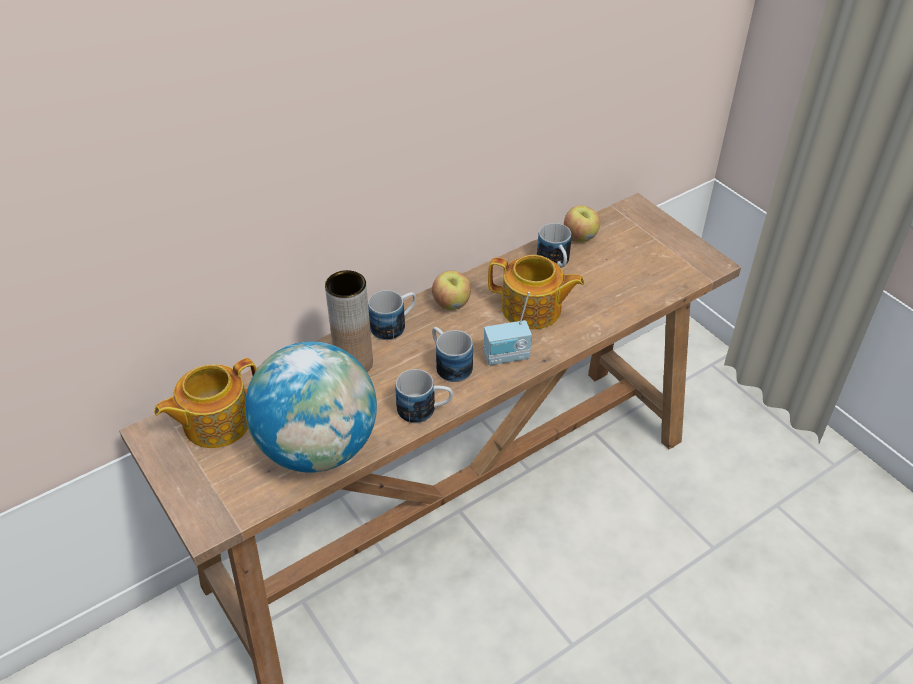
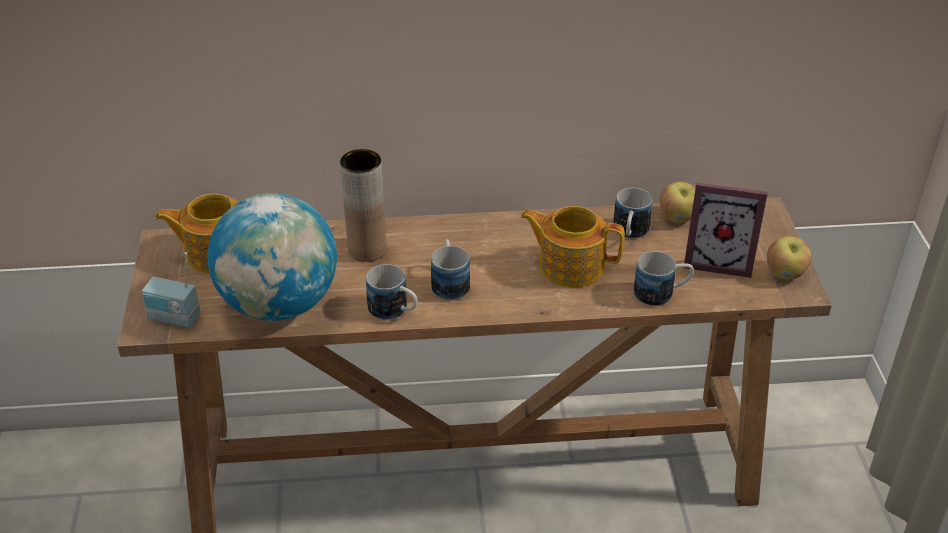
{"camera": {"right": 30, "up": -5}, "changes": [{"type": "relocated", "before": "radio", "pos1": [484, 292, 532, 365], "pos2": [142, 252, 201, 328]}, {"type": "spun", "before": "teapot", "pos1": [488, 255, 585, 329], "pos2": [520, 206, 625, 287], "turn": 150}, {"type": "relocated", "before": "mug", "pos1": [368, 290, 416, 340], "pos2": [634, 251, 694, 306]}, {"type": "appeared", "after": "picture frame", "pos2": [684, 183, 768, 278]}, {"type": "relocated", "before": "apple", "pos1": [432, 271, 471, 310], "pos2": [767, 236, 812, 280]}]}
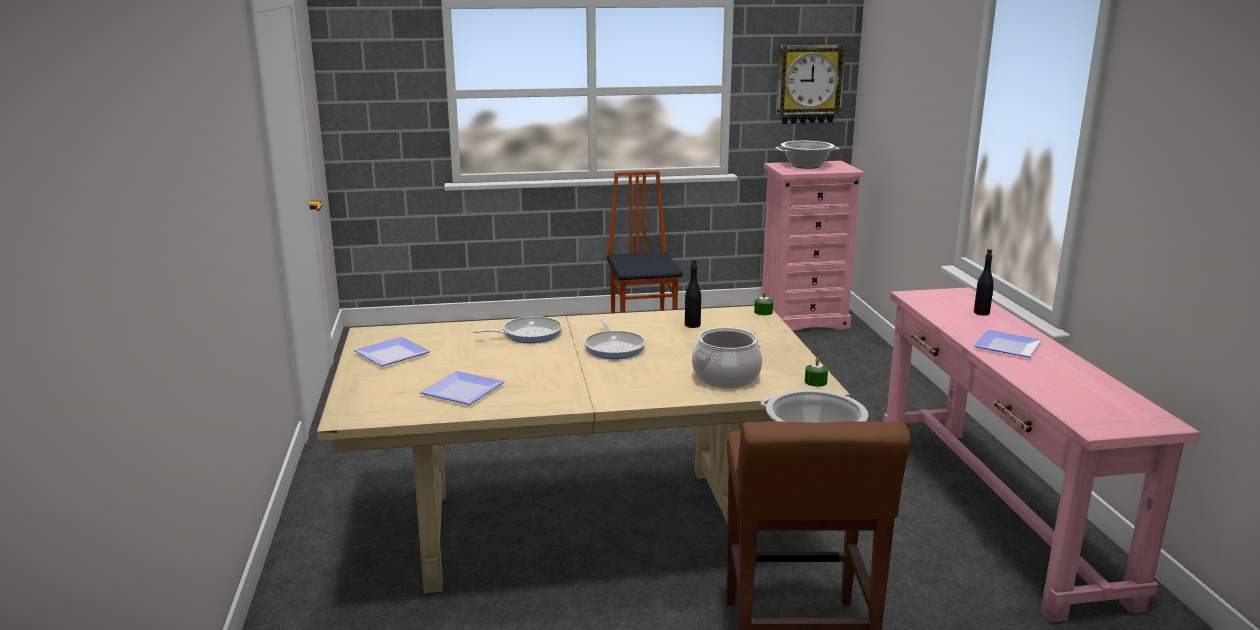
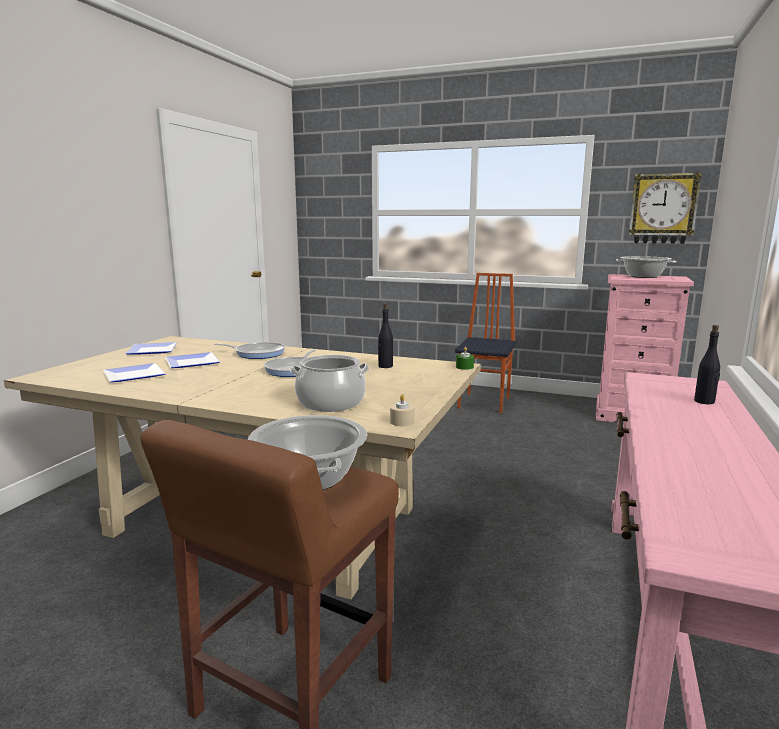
{"camera": {"right": 30, "up": -5}, "changes": [{"type": "relocated", "before": "plate", "pos1": [973, 330, 1042, 358], "pos2": [165, 352, 220, 368]}, {"type": "colour", "before": "candle (green)", "after": "candle (beige)", "pos1": [805, 357, 828, 387], "pos2": [390, 394, 414, 426]}]}
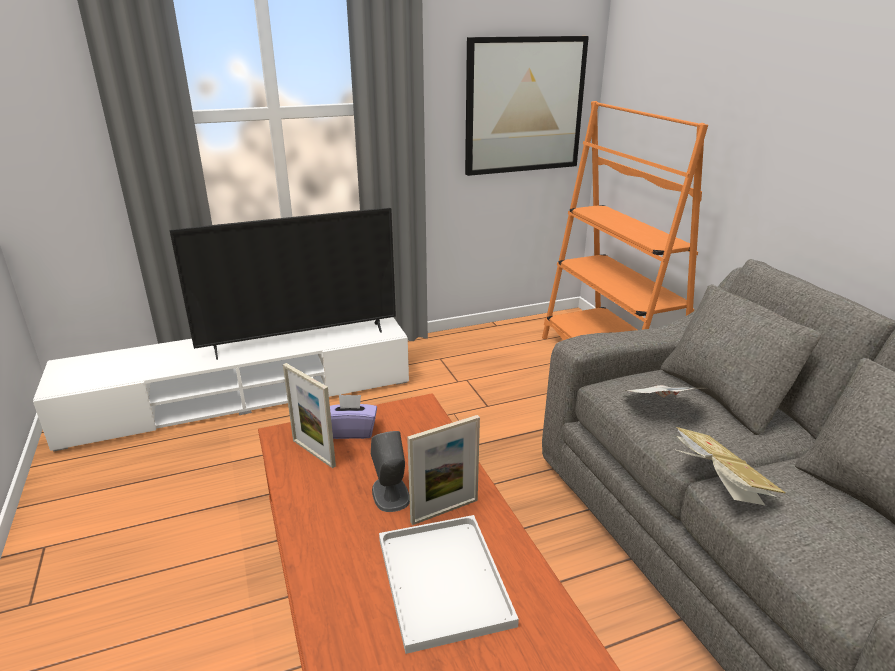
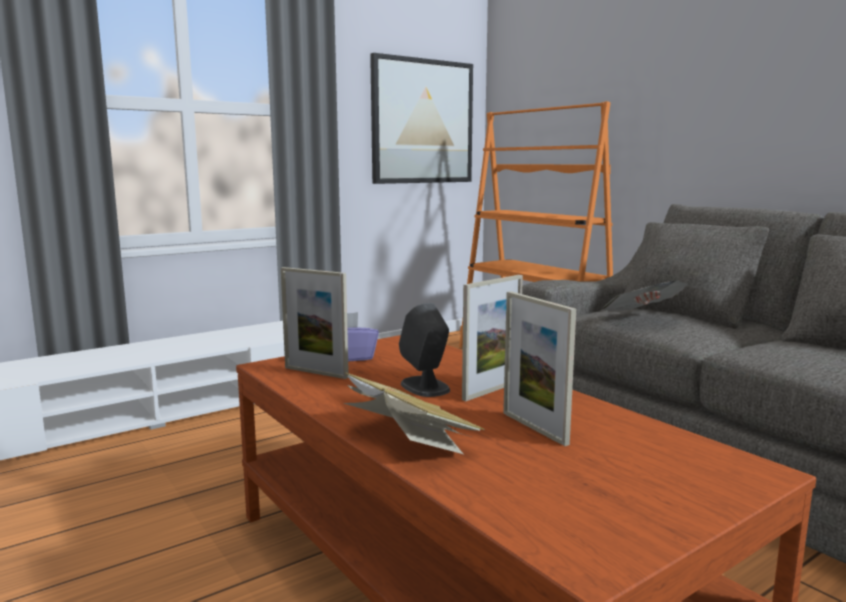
{"camera": {"right": -15, "up": -15}, "changes": [{"type": "relocated", "before": "book", "pos1": [674, 427, 785, 506], "pos2": [343, 372, 484, 454]}, {"type": "exchanged", "before": "tray (white)", "after": "picture frame", "pos1": [379, 515, 519, 654], "pos2": [503, 291, 576, 446]}, {"type": "missing", "before": "television", "pos1": [170, 208, 396, 360]}]}
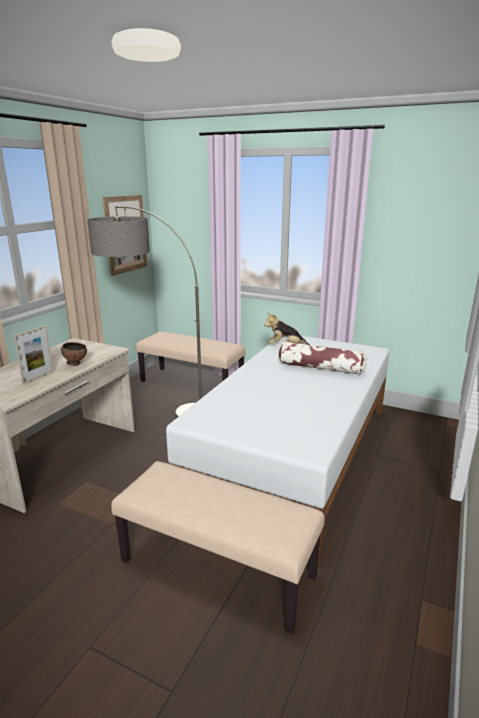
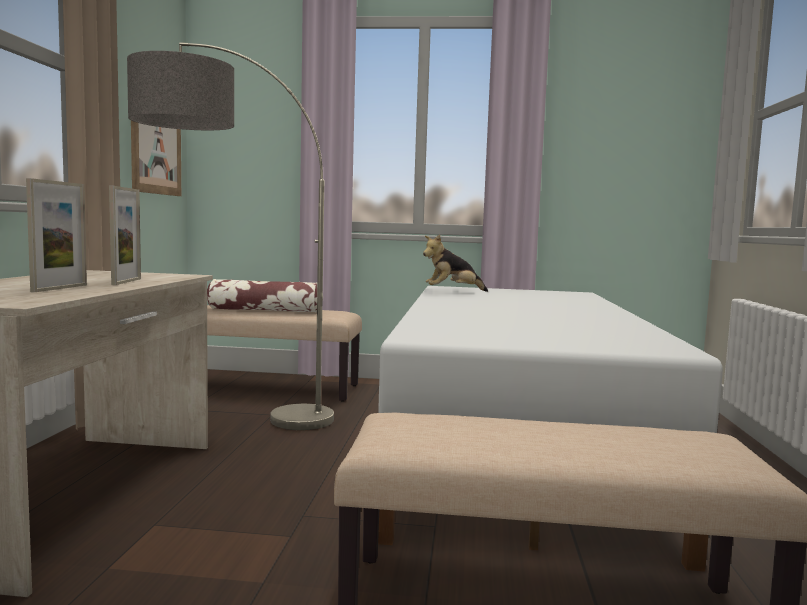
{"camera": {"right": -20, "up": -15}, "changes": [{"type": "exchanged", "before": "bowl (brown)", "after": "picture frame", "pos1": [61, 342, 87, 366], "pos2": [109, 186, 141, 285]}, {"type": "relocated", "before": "pillow", "pos1": [279, 342, 367, 375], "pos2": [207, 279, 323, 313]}]}
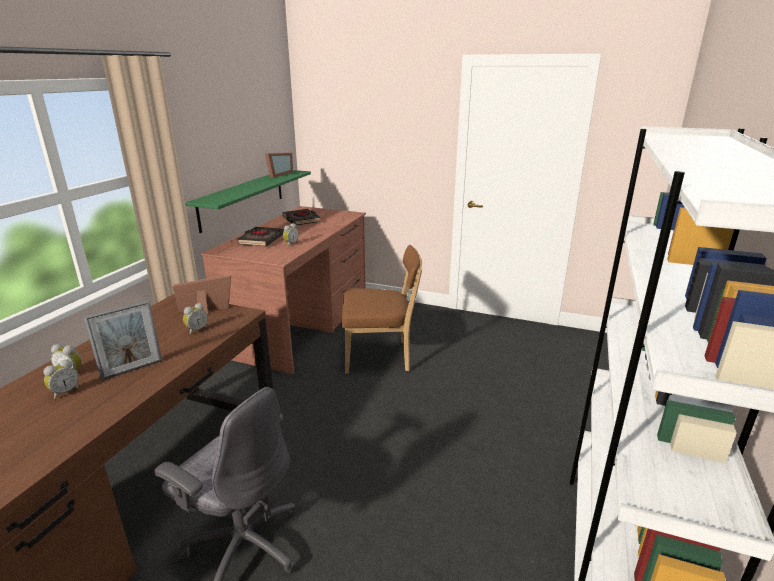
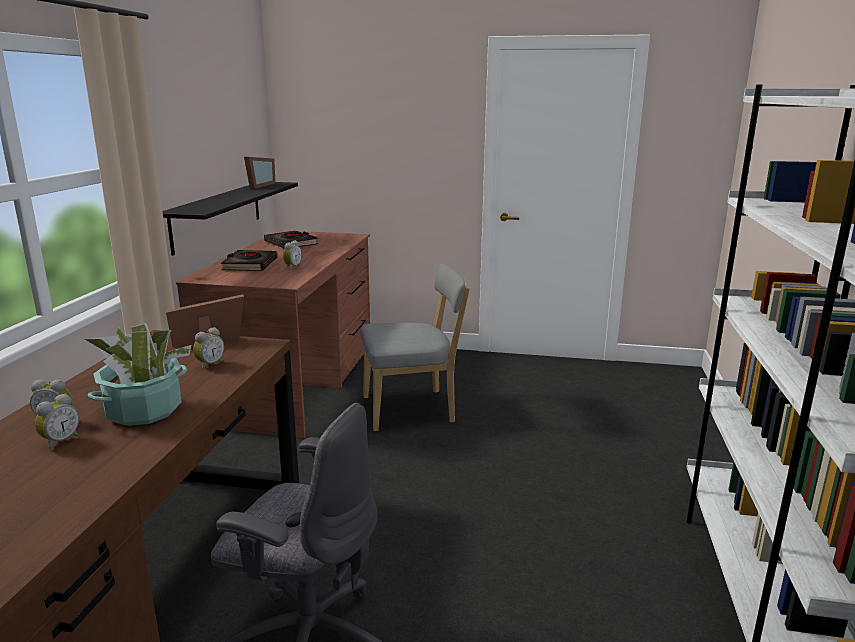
{"camera": {"right": -10, "up": -5}, "changes": [{"type": "exchanged", "before": "picture frame", "after": "potted plant", "pos1": [83, 300, 162, 381], "pos2": [85, 323, 191, 426]}, {"type": "colour", "before": "shelf (green)", "after": "shelf (black)", "pos1": [185, 170, 311, 233], "pos2": [162, 182, 298, 256]}, {"type": "colour", "before": "chair (brown)", "after": "chair (grey)", "pos1": [342, 245, 422, 373], "pos2": [360, 264, 470, 432]}]}
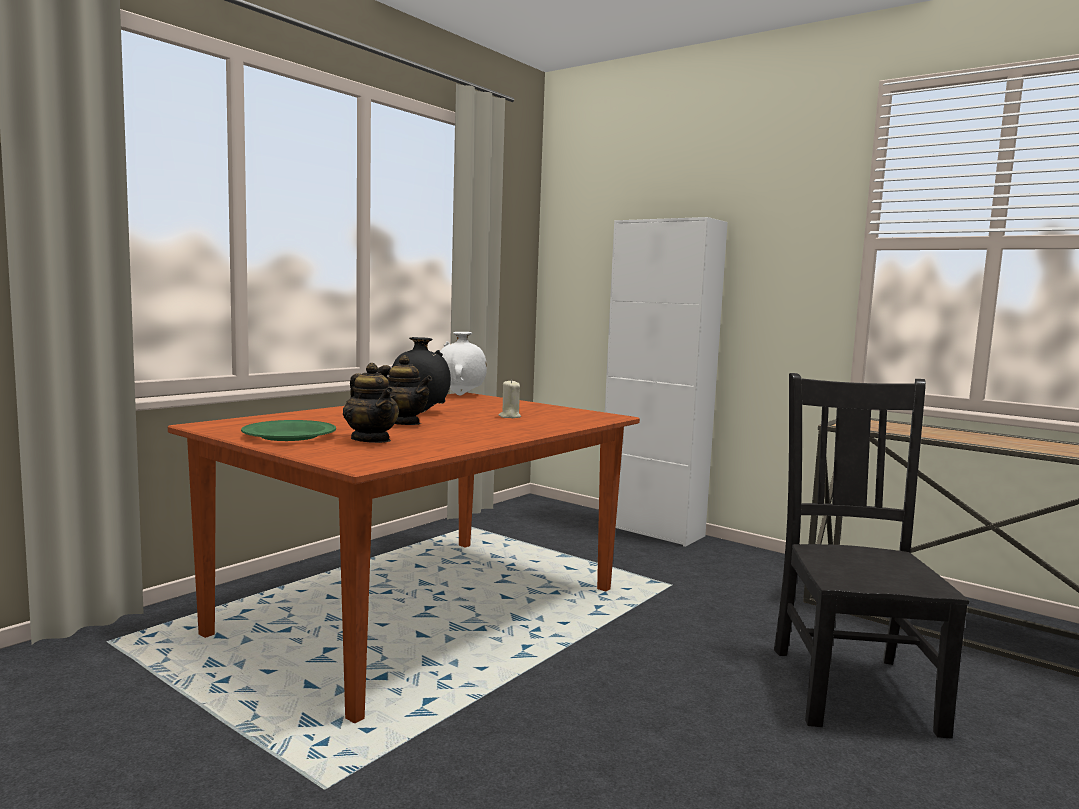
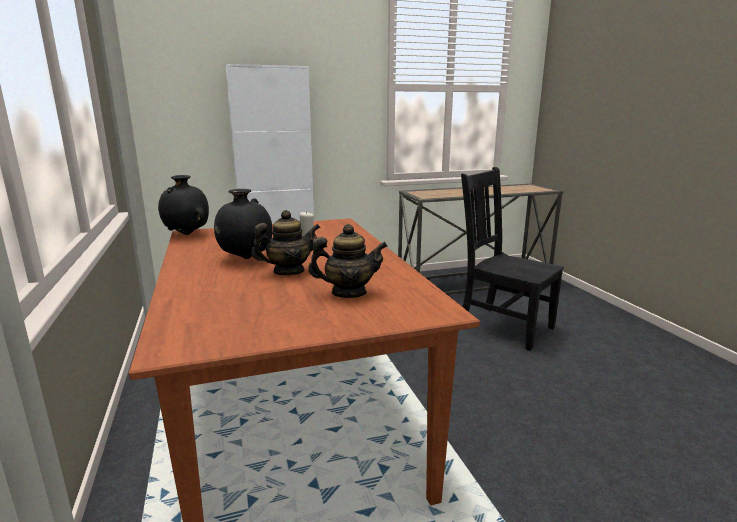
{"camera": {"right": -55, "up": 10}, "changes": [{"type": "colour", "before": "vase (white)", "after": "vase (black)", "pos1": [440, 332, 487, 395], "pos2": [158, 175, 209, 235]}, {"type": "missing", "before": "plate (green)", "pos1": [241, 420, 336, 441]}]}
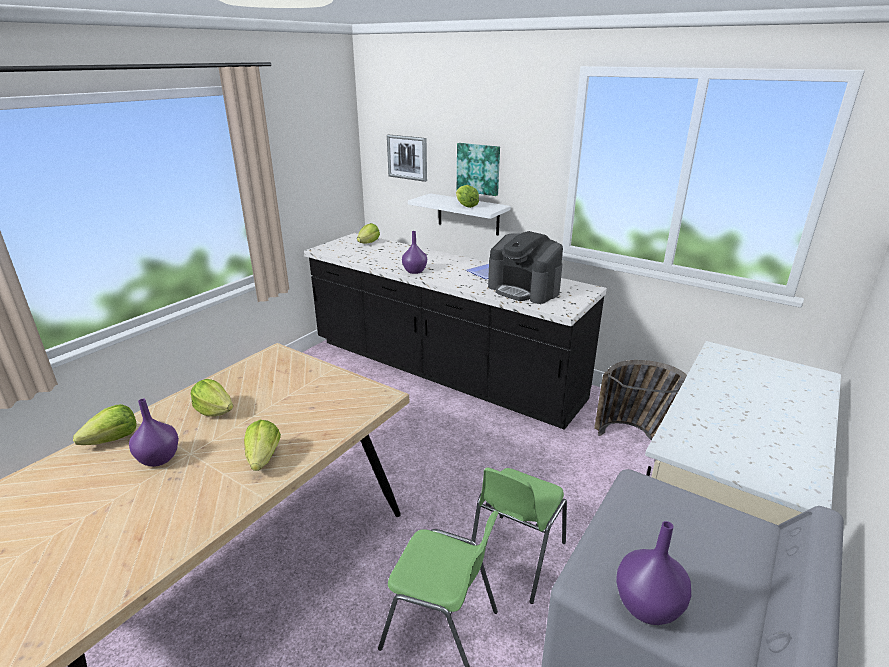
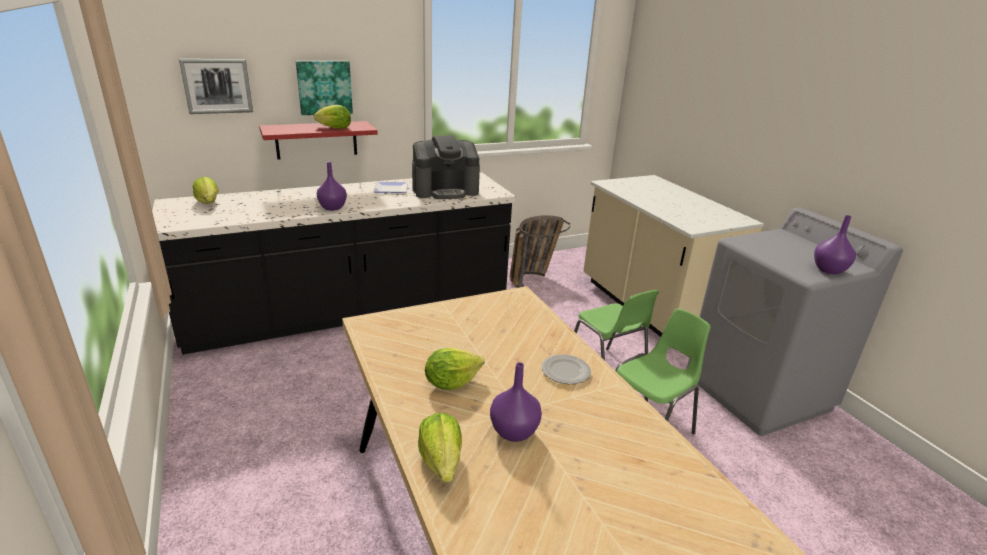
{"camera": {"right": -60, "up": 0}, "changes": [{"type": "colour", "before": "shelf (white)", "after": "shelf (red)", "pos1": [408, 193, 511, 235], "pos2": [259, 121, 378, 160]}, {"type": "exchanged", "before": "lettuce", "after": "plate", "pos1": [244, 420, 281, 471], "pos2": [542, 354, 591, 384]}]}
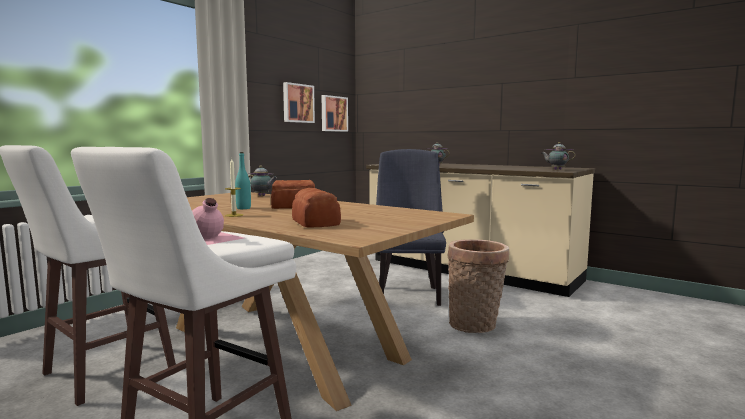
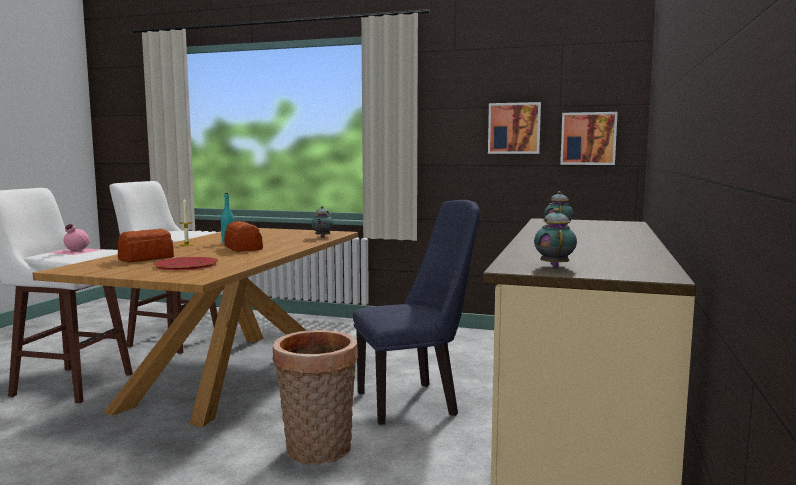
{"camera": {"right": 70, "up": 0}, "changes": [{"type": "appeared", "after": "plate (red)", "pos2": [153, 257, 219, 270]}]}
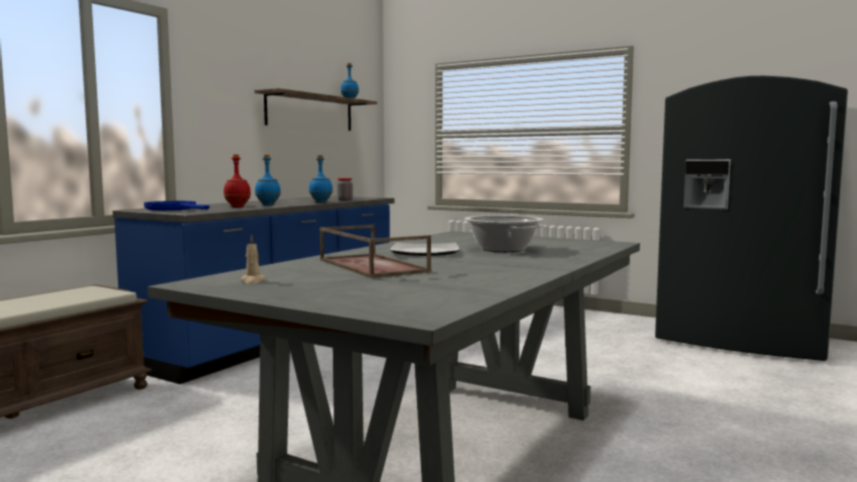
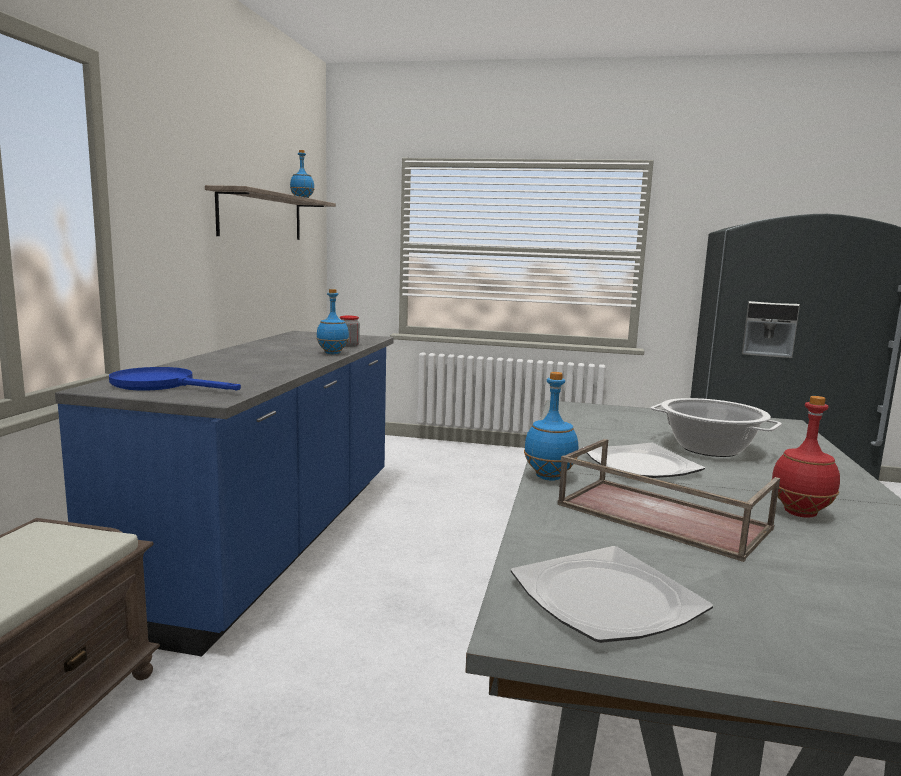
{"camera": {"right": -20, "up": 5}, "changes": [{"type": "exchanged", "before": "candle (beige)", "after": "plate", "pos1": [241, 234, 266, 284], "pos2": [511, 546, 713, 643]}, {"type": "relocated", "before": "bottle (blue)", "pos1": [255, 155, 281, 205], "pos2": [524, 372, 578, 481]}, {"type": "relocated", "before": "bottle (red)", "pos1": [224, 154, 251, 207], "pos2": [772, 396, 840, 518]}]}
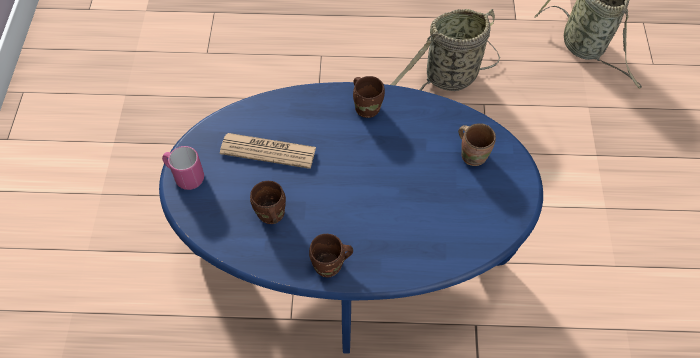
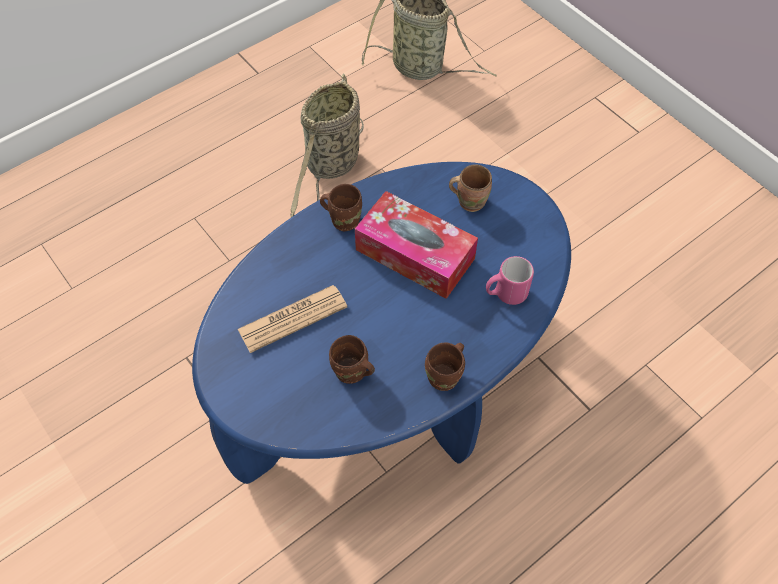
{"camera": {"right": -40, "up": 0}, "changes": [{"type": "appeared", "after": "tissue box", "pos2": [355, 191, 478, 299]}, {"type": "relocated", "before": "mug (pink)", "pos1": [162, 146, 204, 190], "pos2": [486, 256, 534, 305]}]}
